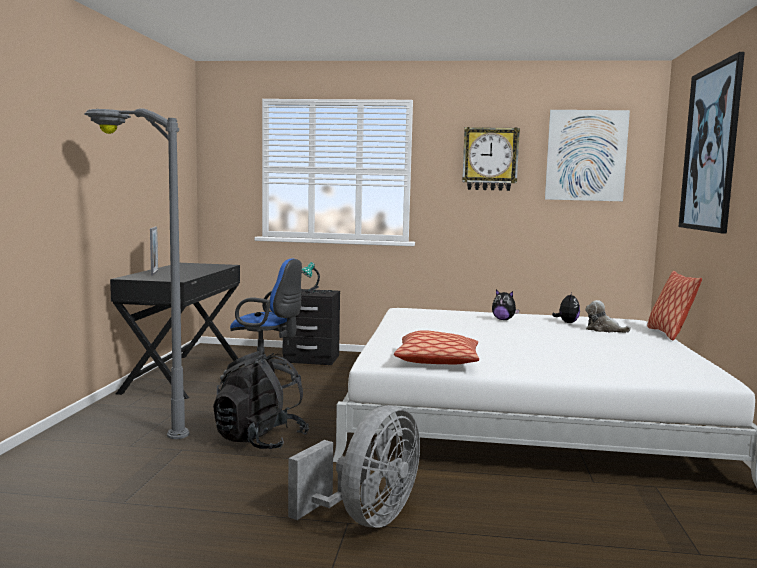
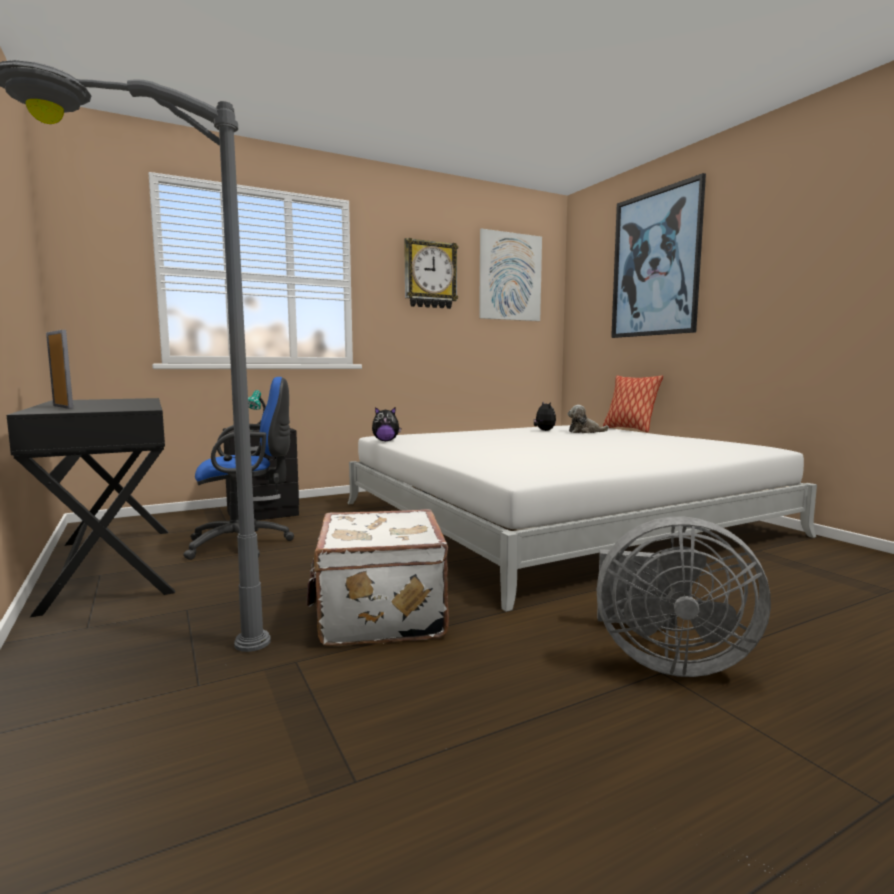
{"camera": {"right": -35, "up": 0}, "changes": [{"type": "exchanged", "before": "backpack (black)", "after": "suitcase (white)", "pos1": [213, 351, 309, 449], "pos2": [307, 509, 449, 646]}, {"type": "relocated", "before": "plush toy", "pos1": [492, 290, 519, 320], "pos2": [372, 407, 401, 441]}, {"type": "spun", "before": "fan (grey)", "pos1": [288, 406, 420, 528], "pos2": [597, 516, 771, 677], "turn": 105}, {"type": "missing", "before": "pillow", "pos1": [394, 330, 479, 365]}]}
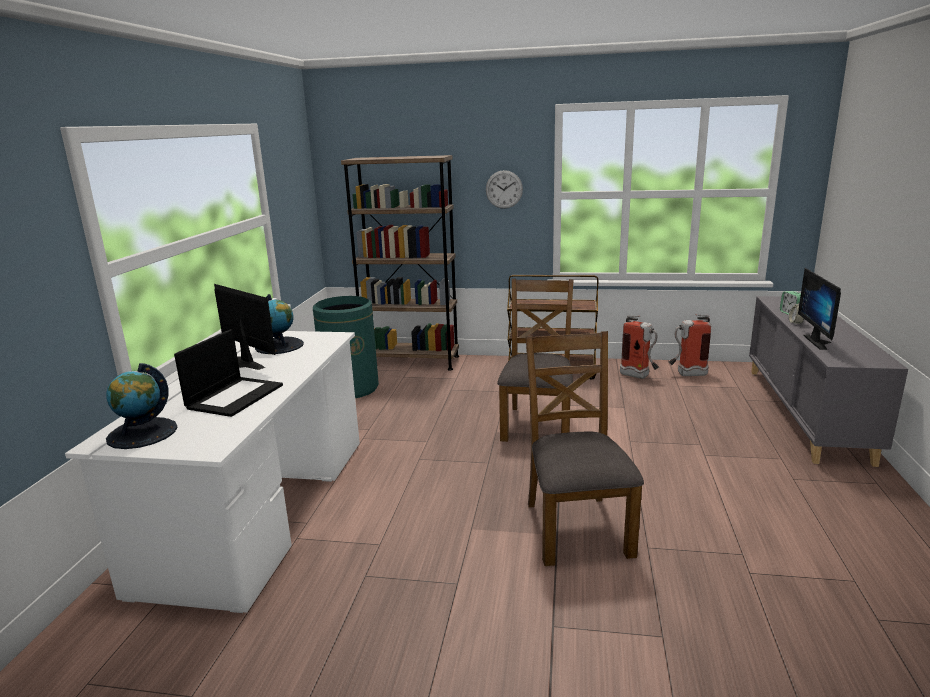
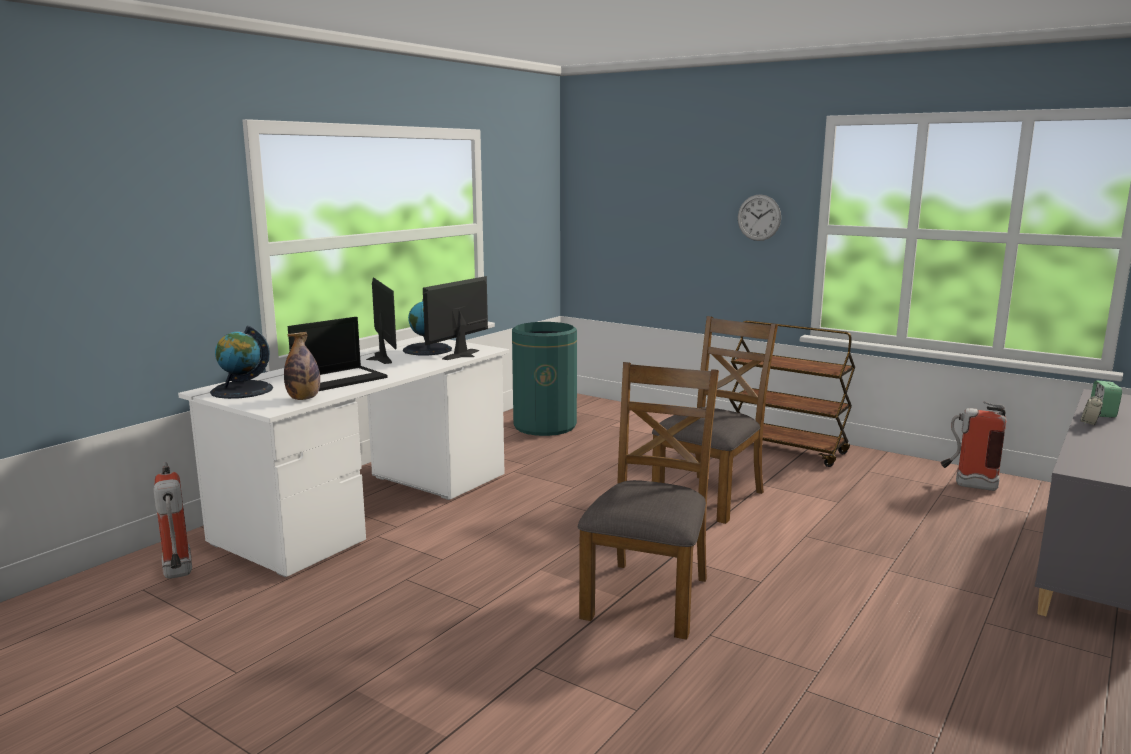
{"camera": {"right": 25, "up": -5}, "changes": [{"type": "relocated", "before": "fire extinguisher", "pos1": [620, 315, 659, 379], "pos2": [154, 462, 192, 579]}, {"type": "appeared", "after": "bottle", "pos2": [284, 332, 320, 400]}, {"type": "relocated", "before": "monitor", "pos1": [798, 268, 841, 350], "pos2": [423, 276, 488, 360]}, {"type": "missing", "before": "bookcase (brown)", "pos1": [341, 155, 459, 371]}]}
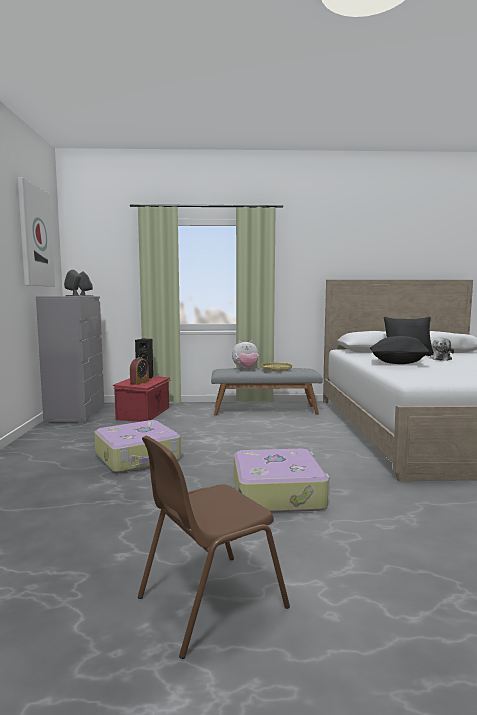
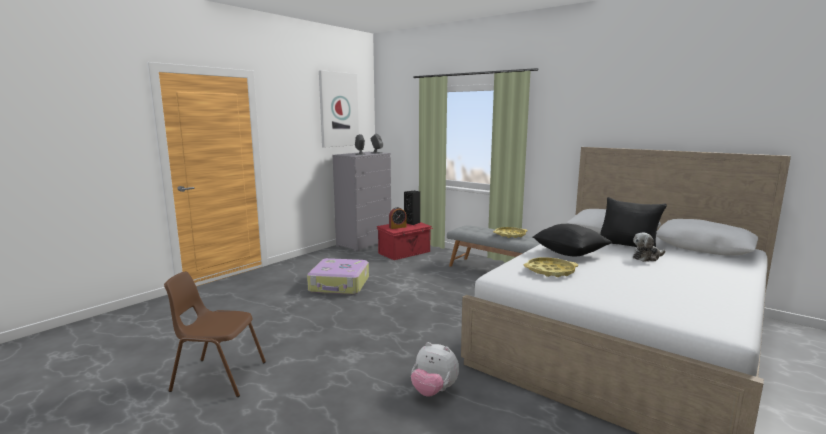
{"camera": {"right": 40, "up": 5}, "changes": [{"type": "relocated", "before": "plush toy", "pos1": [232, 341, 259, 369], "pos2": [411, 342, 459, 397]}, {"type": "appeared", "after": "tray (yellow)", "pos2": [524, 257, 578, 277]}, {"type": "missing", "before": "suitcase", "pos1": [234, 449, 330, 512]}]}
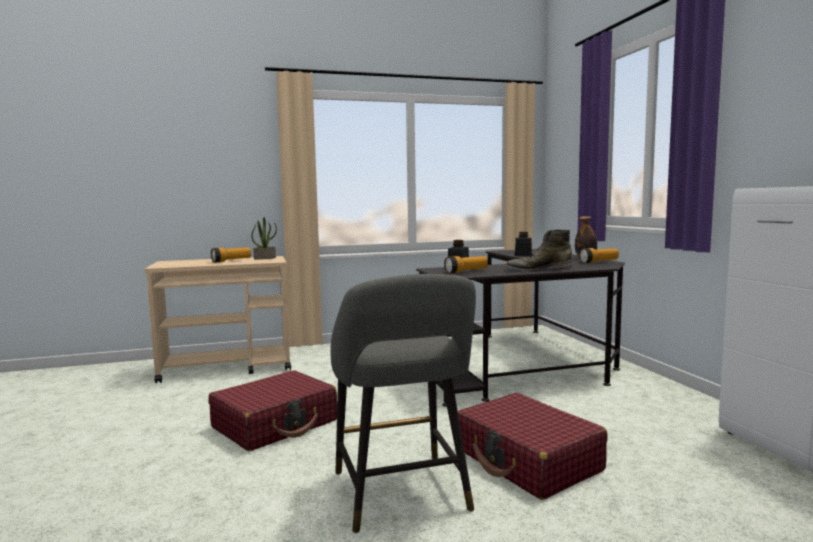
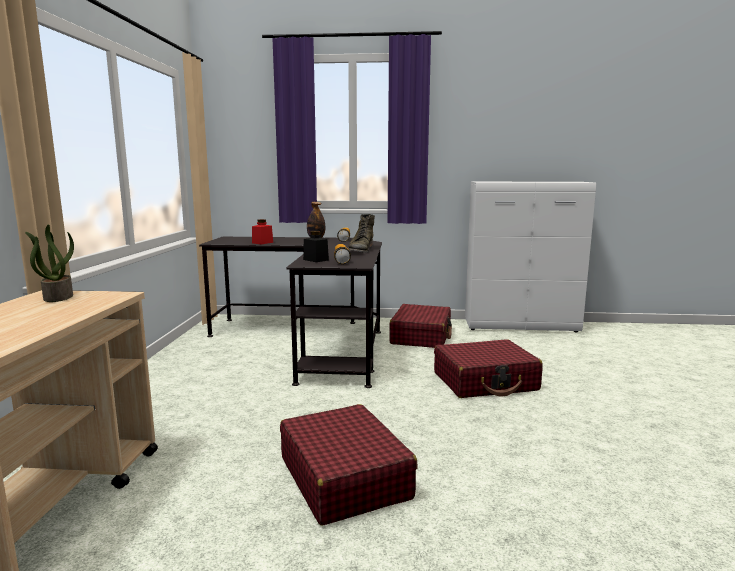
{"camera": {"right": -70, "up": 5}, "changes": [{"type": "colour", "before": "jar (black)", "after": "jar (red)", "pos1": [515, 232, 532, 256], "pos2": [252, 219, 273, 244]}, {"type": "appeared", "after": "suitcase (red)", "pos2": [389, 304, 452, 348]}, {"type": "missing", "before": "flashlight", "pos1": [211, 248, 251, 263]}, {"type": "missing", "before": "stool (grey)", "pos1": [330, 274, 476, 533]}]}
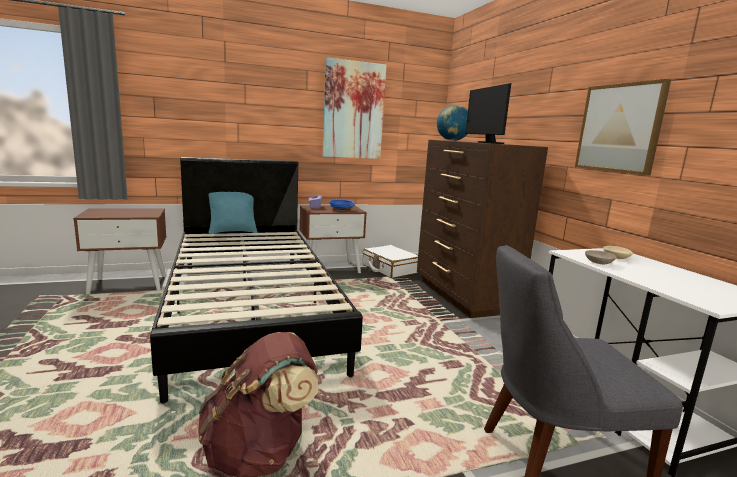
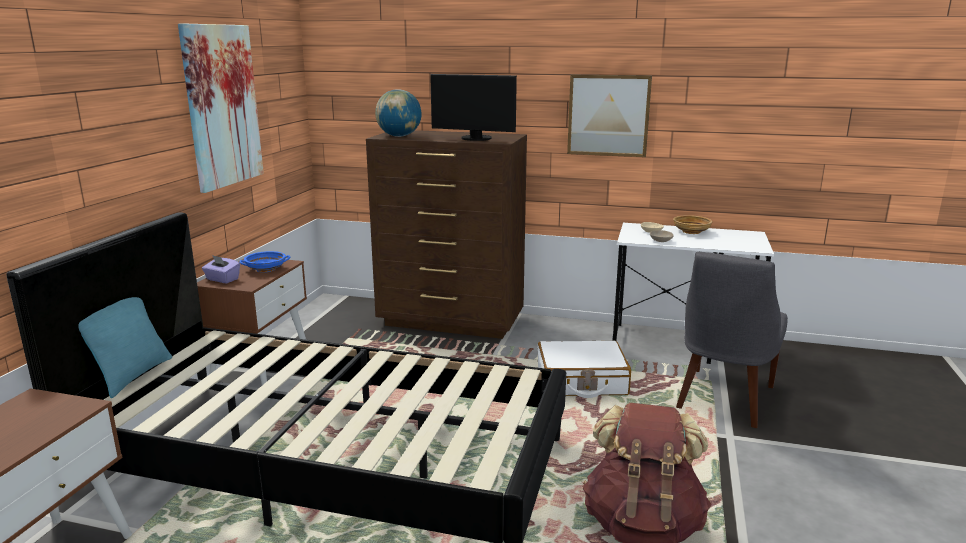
{"camera": {"right": -55, "up": 5}, "changes": [{"type": "relocated", "before": "suitcase (white)", "pos1": [363, 245, 418, 278], "pos2": [538, 340, 631, 398]}, {"type": "appeared", "after": "bowl (beige)", "pos2": [673, 215, 712, 234]}]}
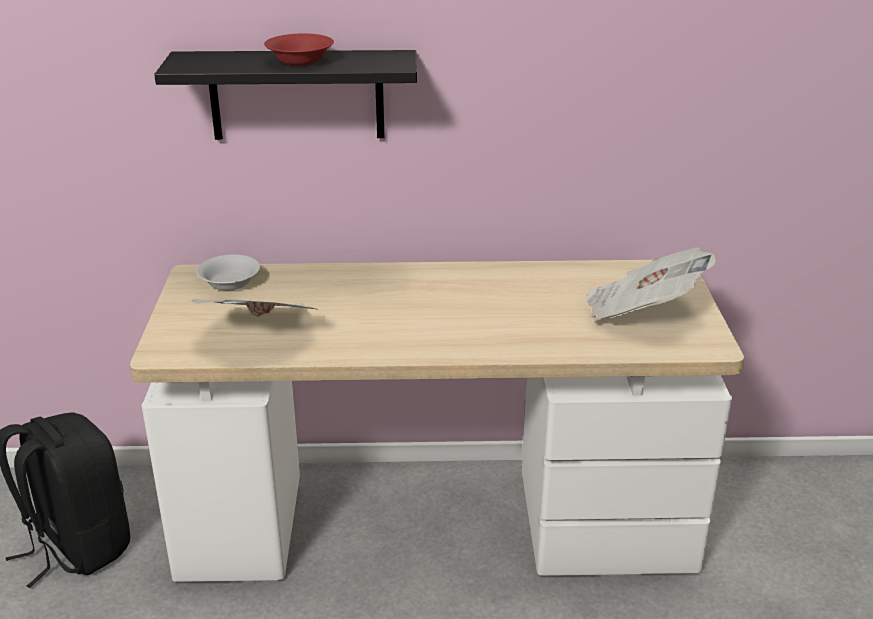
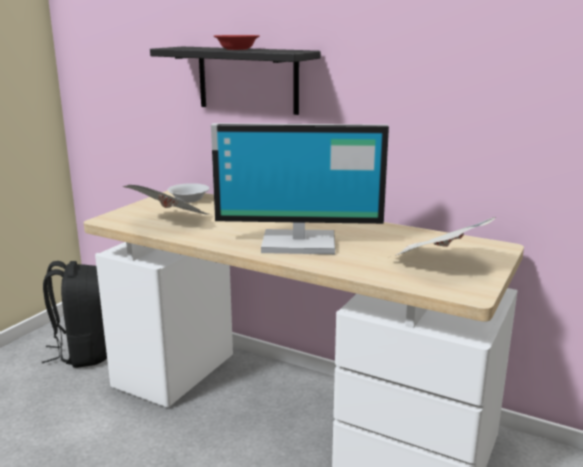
{"camera": {"right": 30, "up": -10}, "changes": [{"type": "appeared", "after": "monitor", "pos2": [211, 123, 389, 254]}]}
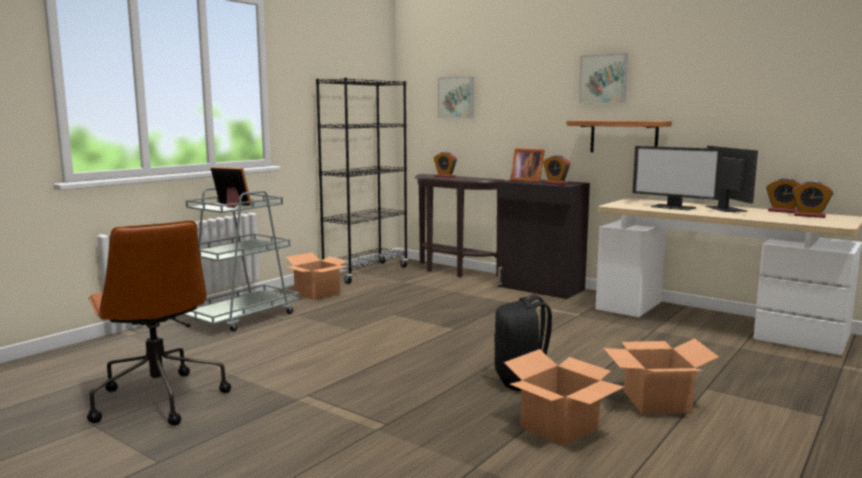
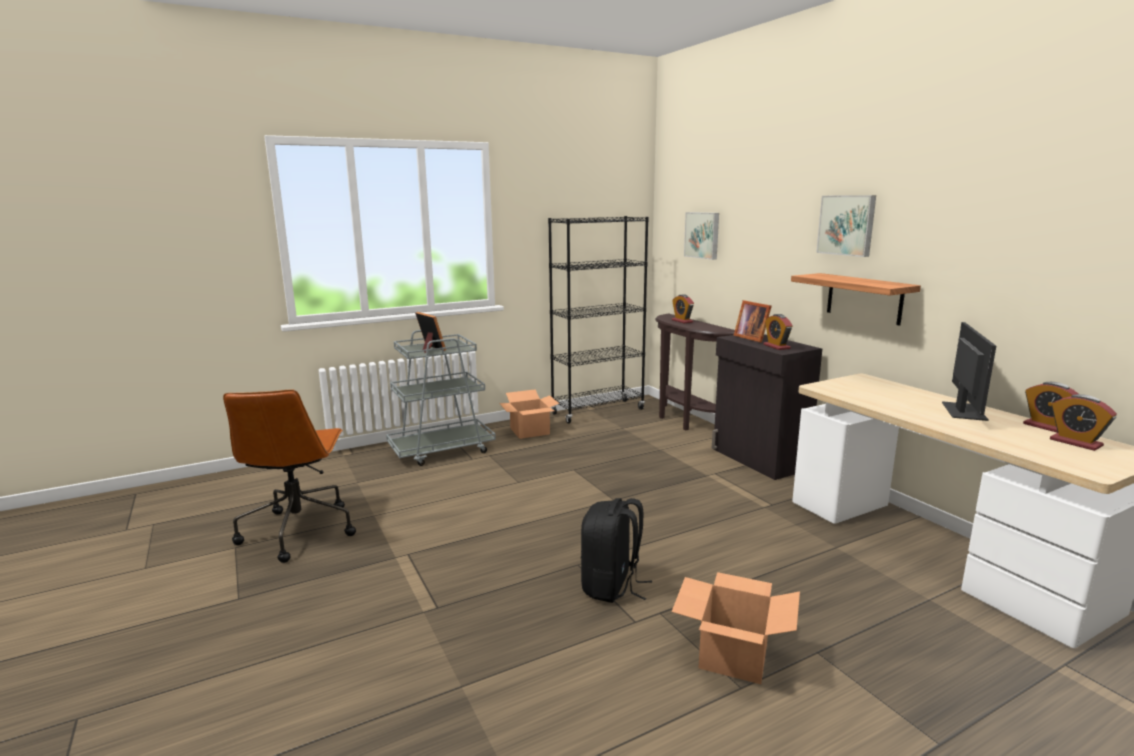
{"camera": {"right": 25, "up": 5}, "changes": [{"type": "missing", "before": "cardboard box", "pos1": [504, 349, 624, 446]}, {"type": "missing", "before": "monitor", "pos1": [632, 146, 723, 211]}]}
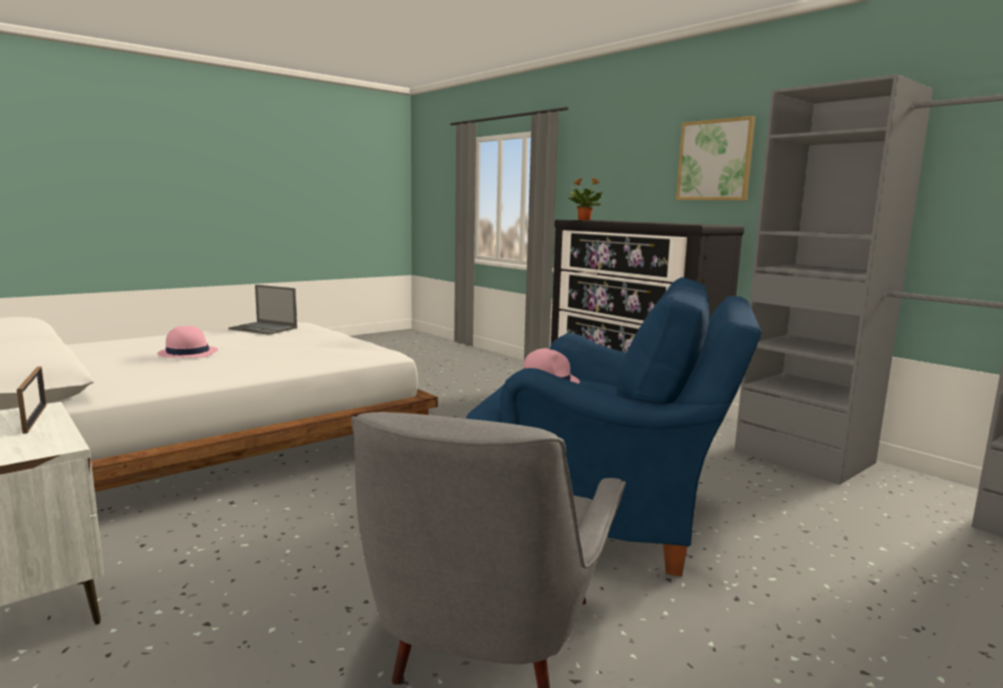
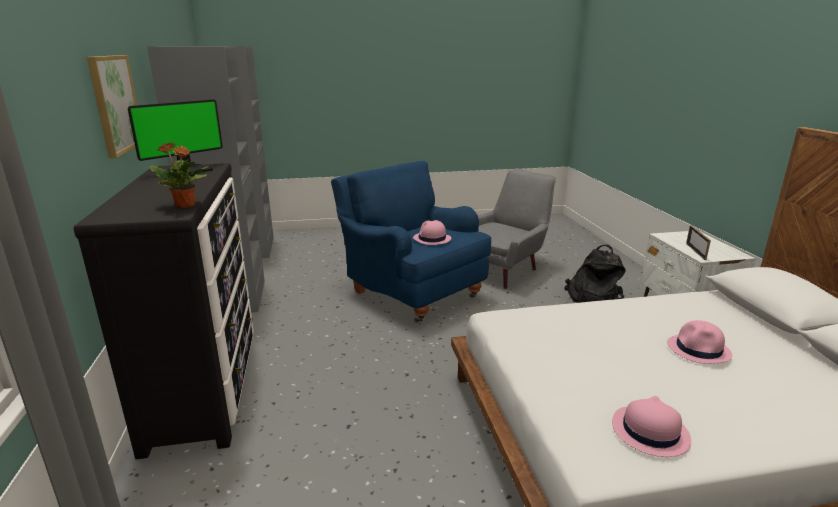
{"camera": {"right": -150, "up": 10}, "changes": [{"type": "appeared", "after": "monitor", "pos2": [128, 99, 223, 175]}, {"type": "appeared", "after": "backpack (black)", "pos2": [565, 245, 626, 303]}, {"type": "exchanged", "before": "laptop", "after": "hat (pink)", "pos1": [228, 285, 297, 335], "pos2": [612, 396, 691, 457]}]}
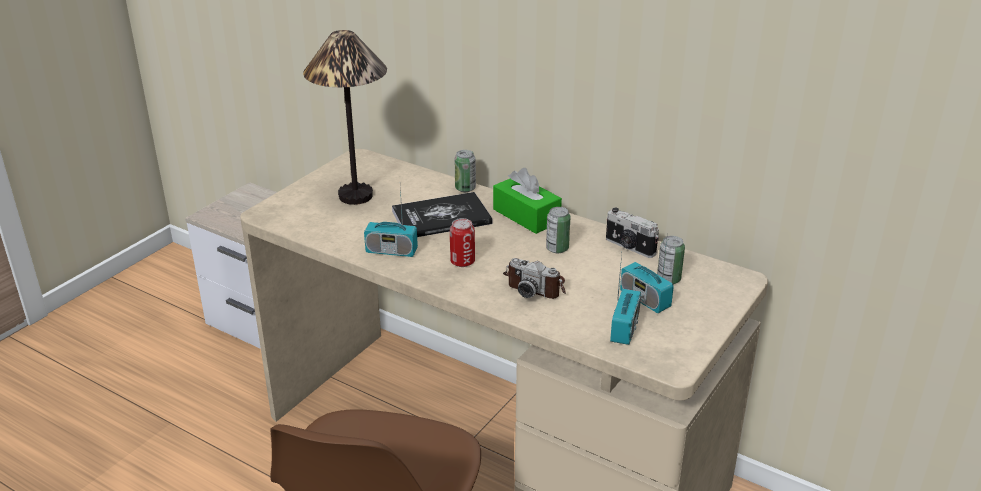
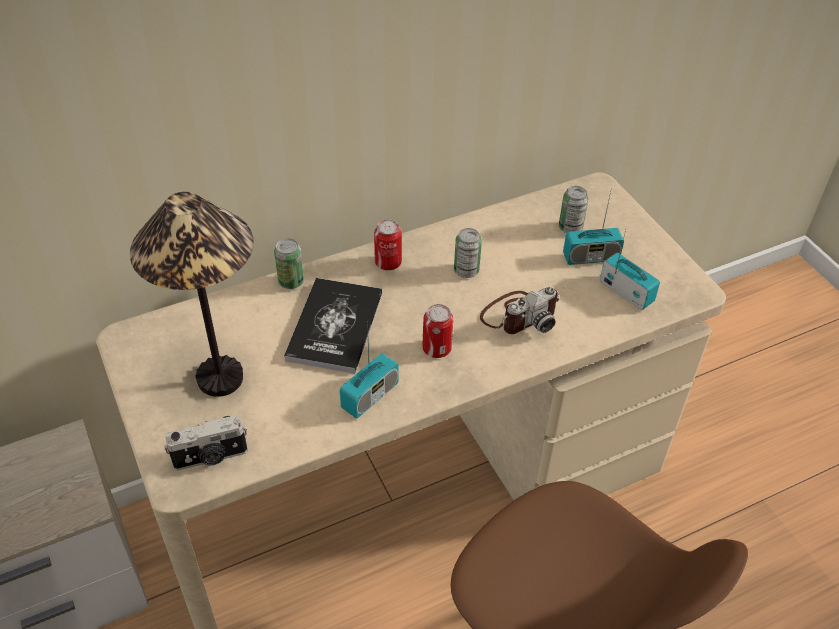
{"camera": {"right": -60, "up": 15}, "changes": [{"type": "relocated", "before": "photo camera", "pos1": [606, 207, 659, 258], "pos2": [164, 415, 248, 470]}, {"type": "exchanged", "before": "tissue box (green)", "after": "can", "pos1": [493, 168, 562, 234], "pos2": [374, 219, 402, 270]}]}
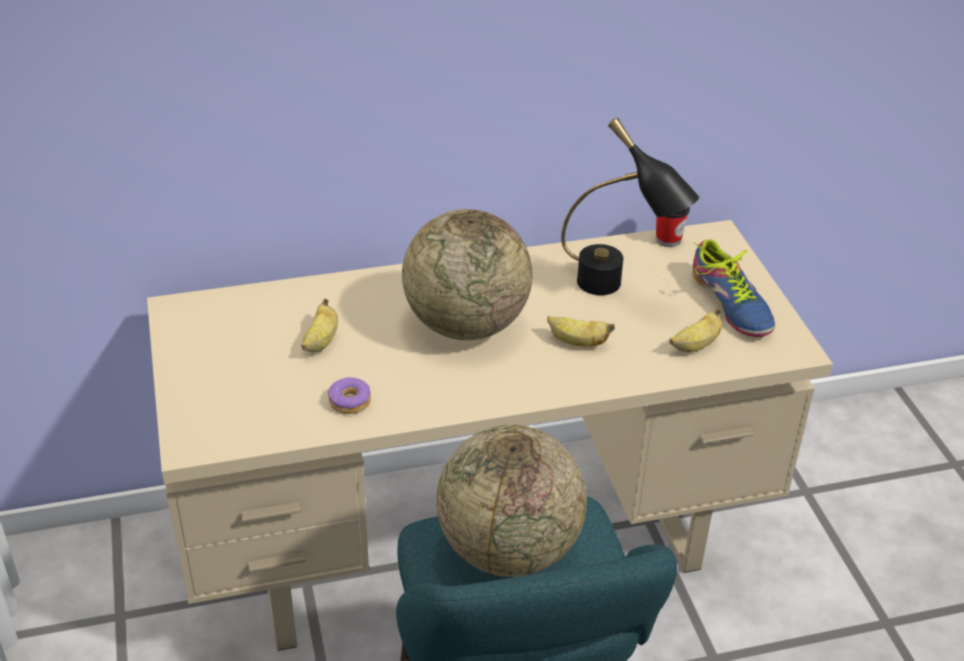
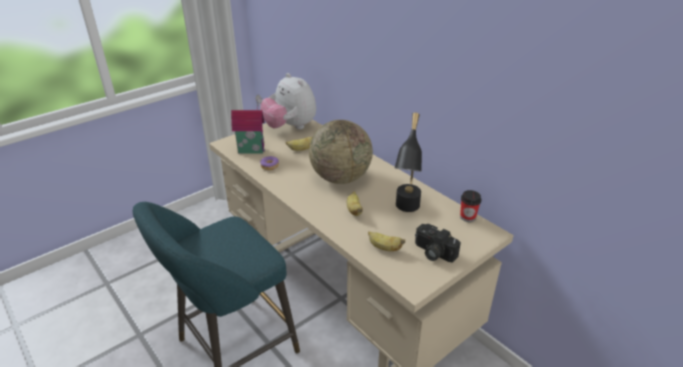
{"camera": {"right": 65, "up": -5}, "changes": [{"type": "appeared", "after": "toy house", "pos2": [231, 95, 265, 154]}, {"type": "appeared", "after": "plush toy", "pos2": [260, 73, 316, 129]}, {"type": "exchanged", "before": "shoe", "after": "photo camera", "pos1": [692, 239, 775, 337], "pos2": [415, 224, 461, 263]}, {"type": "missing", "before": "globe", "pos1": [436, 425, 587, 577]}]}
